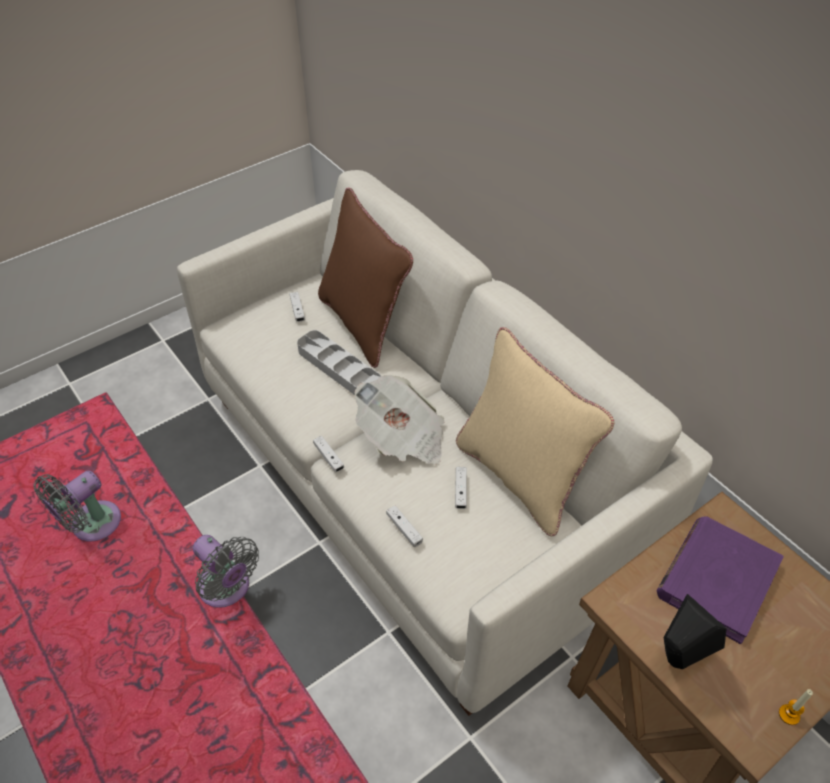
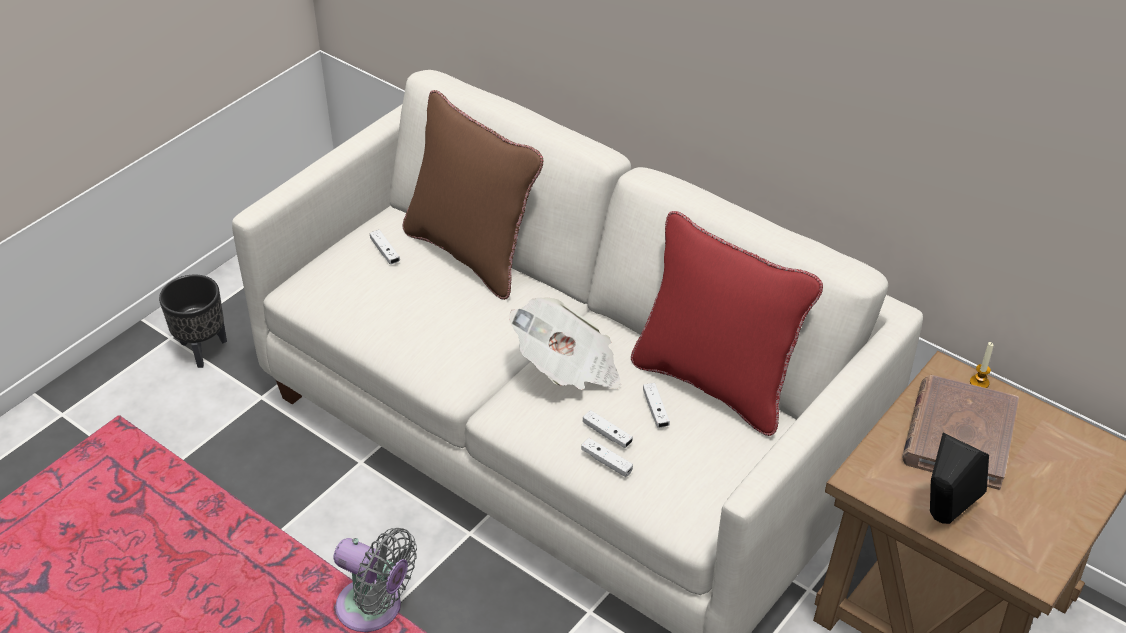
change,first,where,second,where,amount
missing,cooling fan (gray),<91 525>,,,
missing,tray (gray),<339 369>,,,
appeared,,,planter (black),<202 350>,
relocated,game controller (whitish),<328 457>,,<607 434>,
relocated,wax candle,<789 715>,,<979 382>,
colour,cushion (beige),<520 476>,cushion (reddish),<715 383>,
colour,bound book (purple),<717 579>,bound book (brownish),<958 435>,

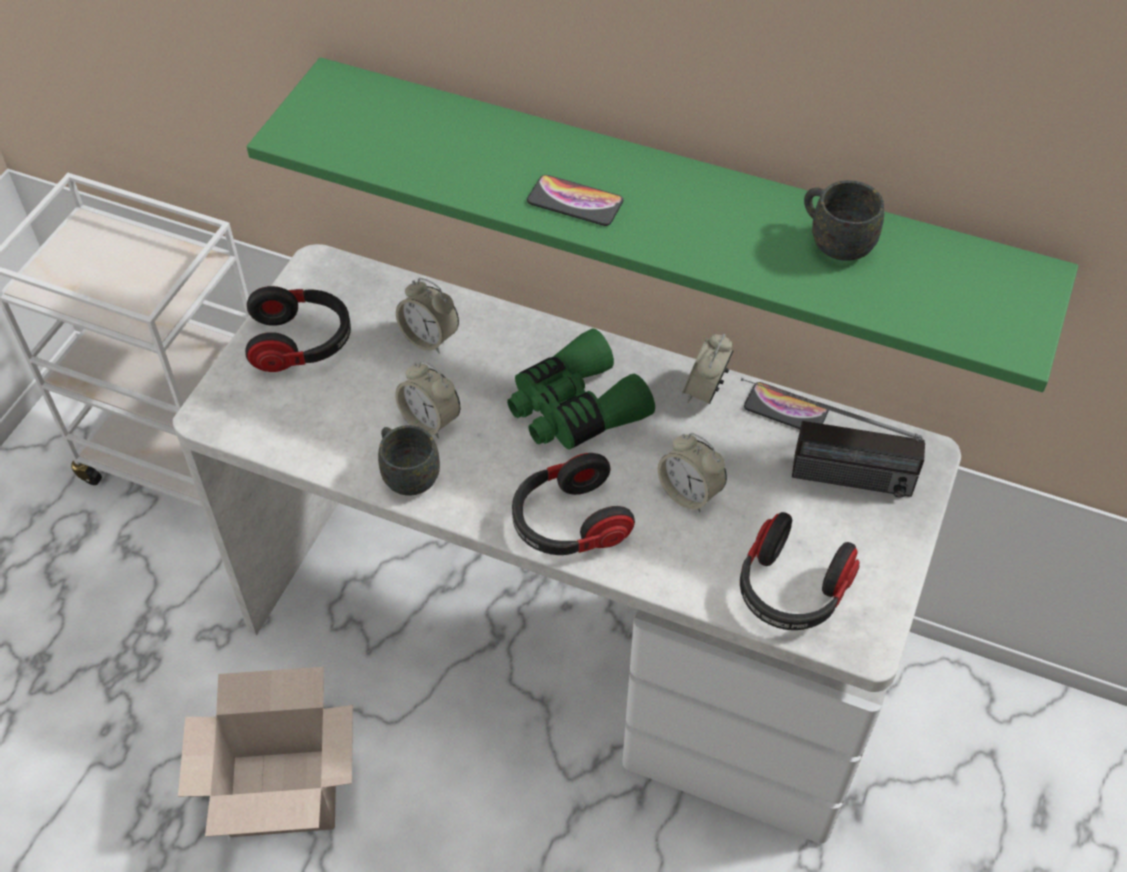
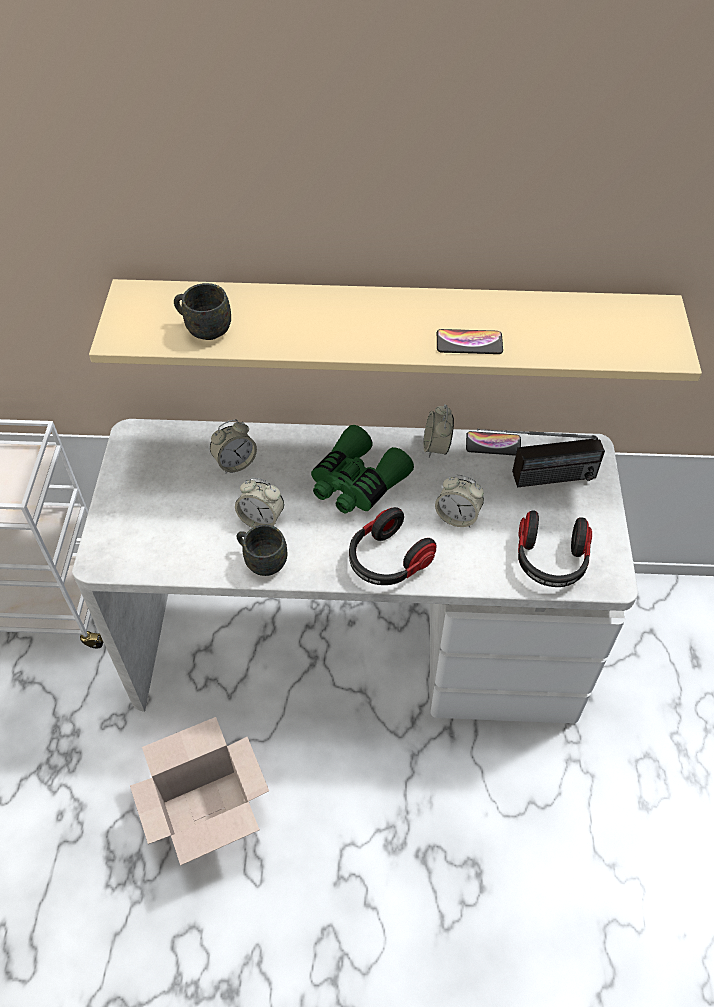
change,first,where,second,where,amount
missing,headphones,<302 343>,,,
relocated,phone,<575 202>,,<469 343>,
relocated,tea mug (gray),<834 241>,,<203 328>,
colour,bracket shelf (greenish),<669 204>,bracket shelf (beige),<393 324>,
spun,table clock,<429 338>,,<235 463>,45 degrees counterclockwise

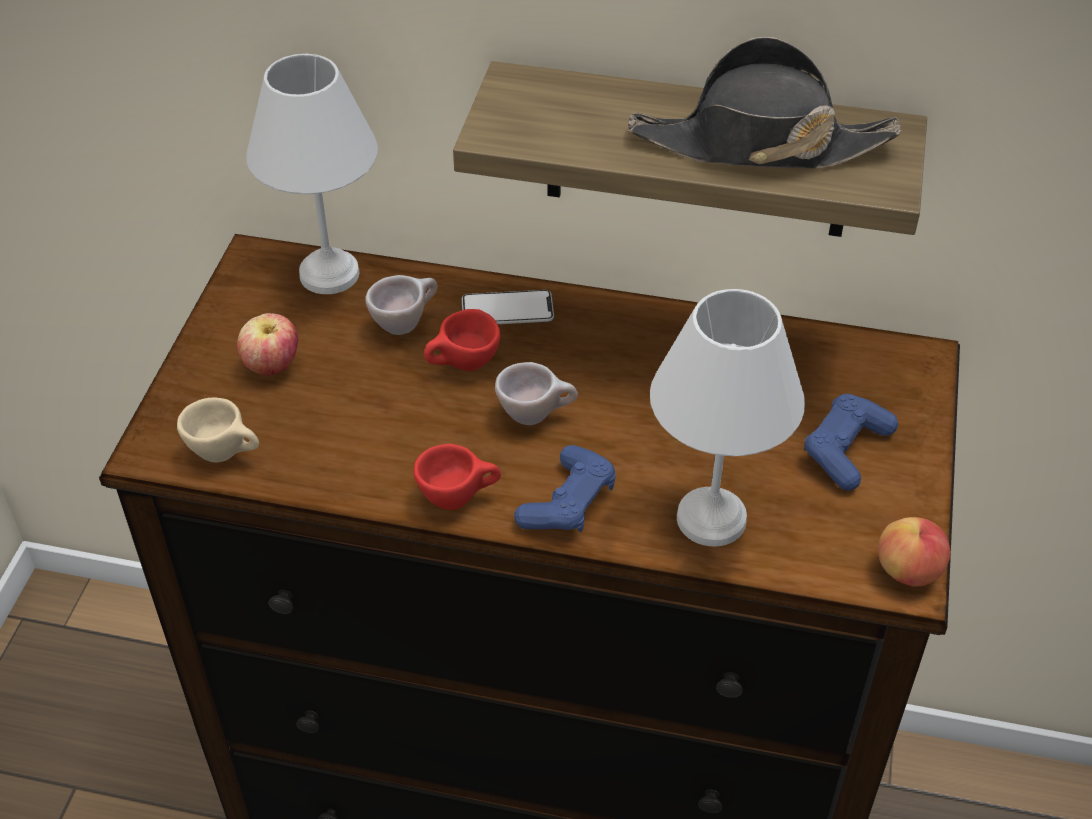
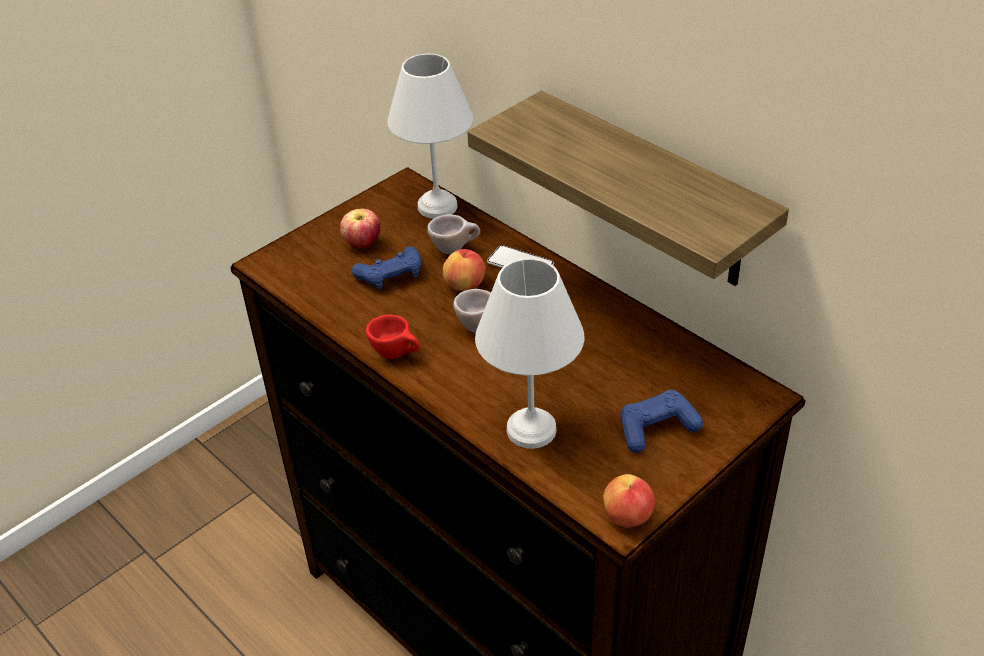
change,first,where,second,where,amount
missing,small cup (beige),<226 453>,,,
missing,clothing hat (black),<759 144>,,,
relocated,game controller (blue),<568 502>,,<391 276>,
exchanged,small cup (reddish),<463 367>,whole apple,<465 285>,

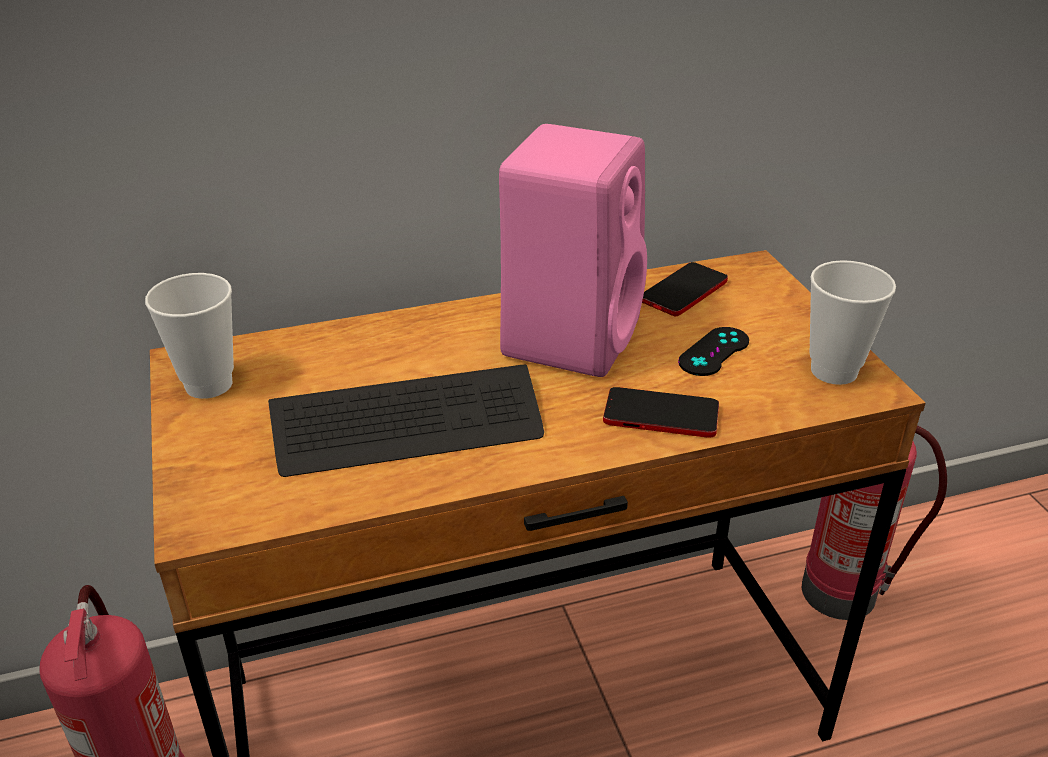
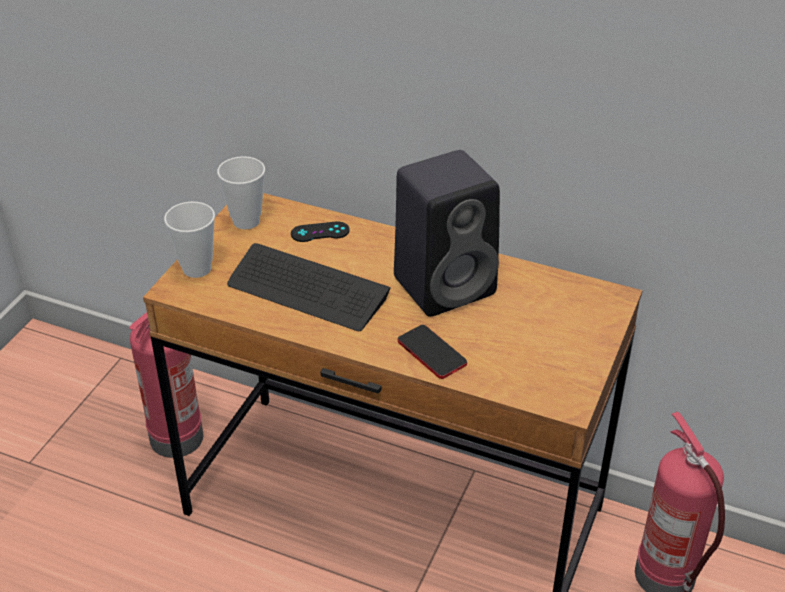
change,first,where,second,where,amount
missing,phone,<684 291>,,,
relocated,game controller (black),<714 352>,,<320 232>,
relocated,small cup,<834 371>,,<197 268>,
colour,speaker (pink),<571 335>,speaker (black),<447 284>,

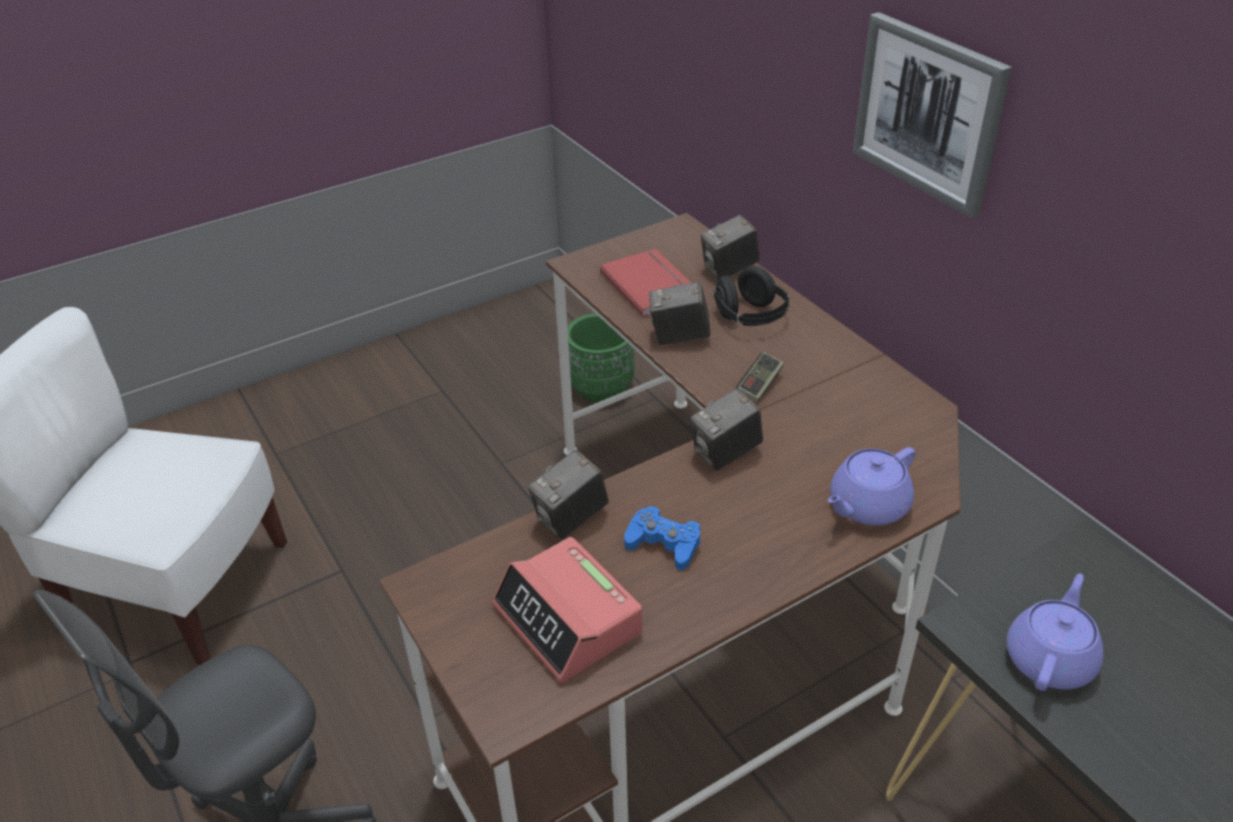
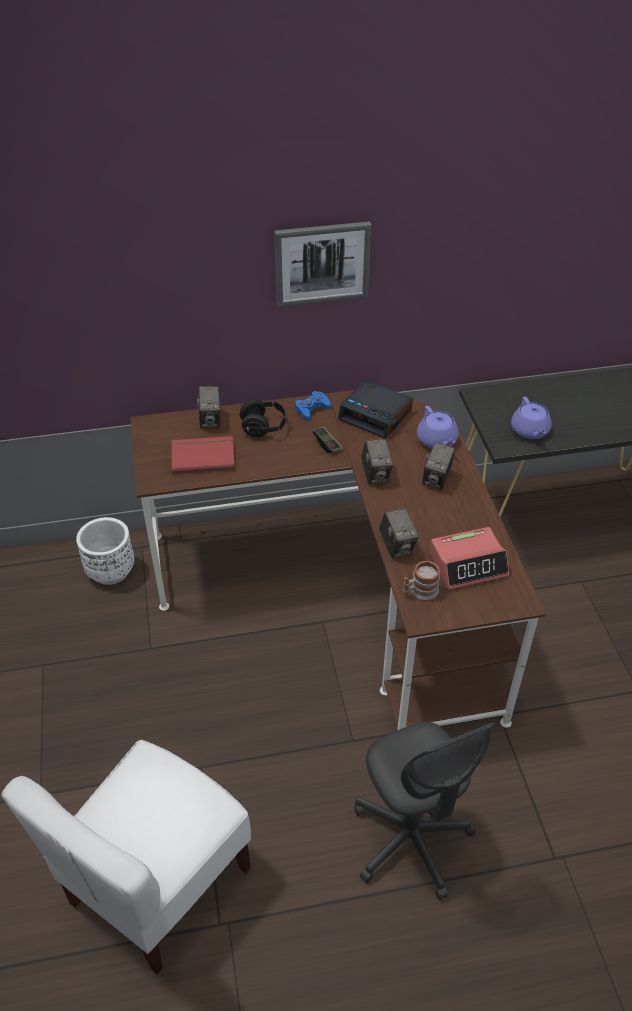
change,first,where,second,where,amount
appeared,,,table clock,<376 415>,
appeared,,,tea mug,<420 591>,
relocated,game controller (blue),<664 544>,,<312 409>,
relocated,photo camera,<679 337>,,<436 479>,
colour,planter (greenish),<601 389>,planter (whitish),<111 571>,
spun,teapot (purple),<1050 659>,,<530 431>,150 degrees counterclockwise

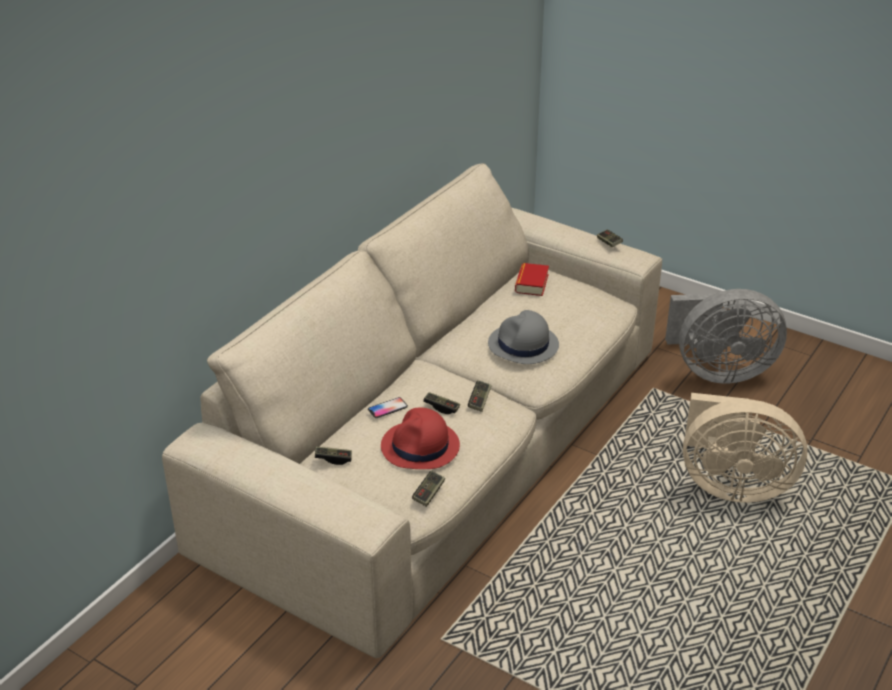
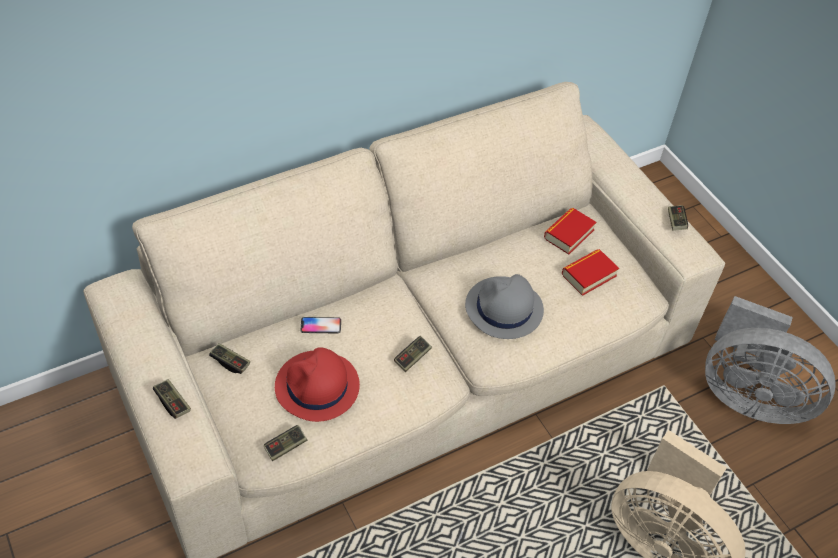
change,first,where,second,where,amount
appeared,,,bound book,<589 275>,
relocated,game controller,<441 407>,,<172 402>,

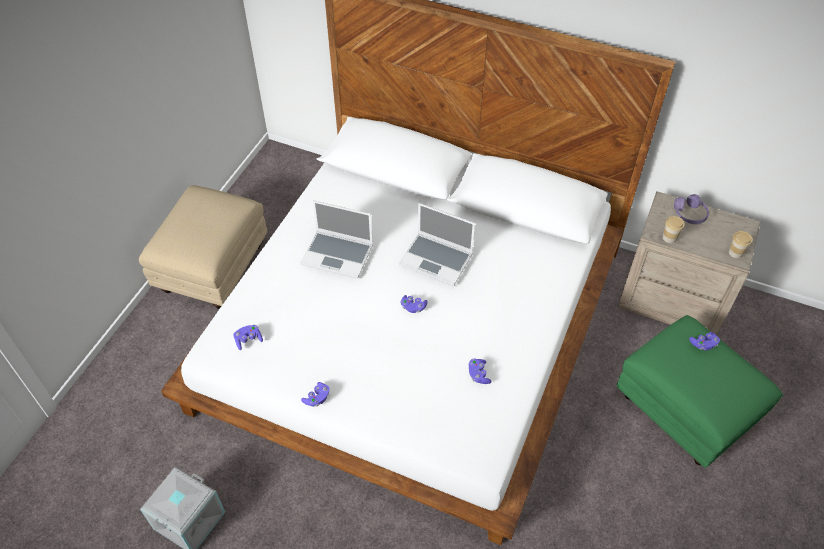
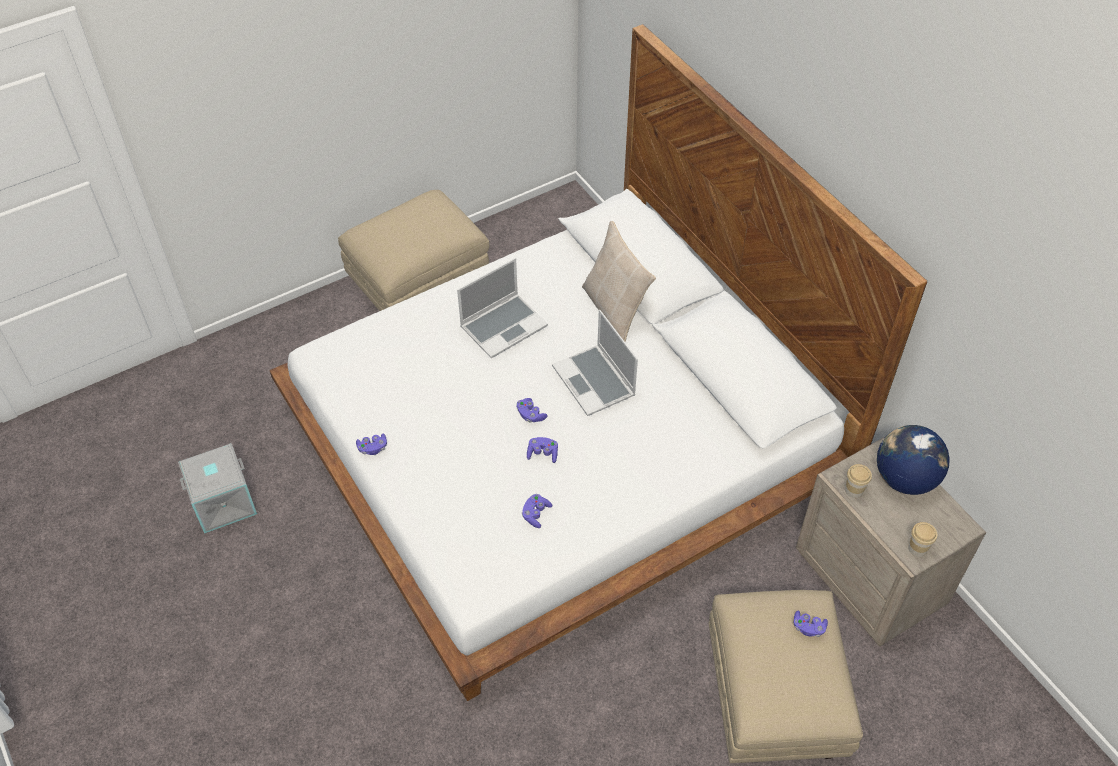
change,first,where,second,where,amount
appeared,,,cushion (beige),<615 310>,
relocated,game controller (purple),<248 340>,,<542 454>,
exchanged,headphones (purple),<689 214>,world globe,<904 479>,
colour,footrest (greenish),<685 411>,footrest (beige),<774 701>,
spun,portable computer,<338 255>,,<504 326>,90 degrees counterclockwise

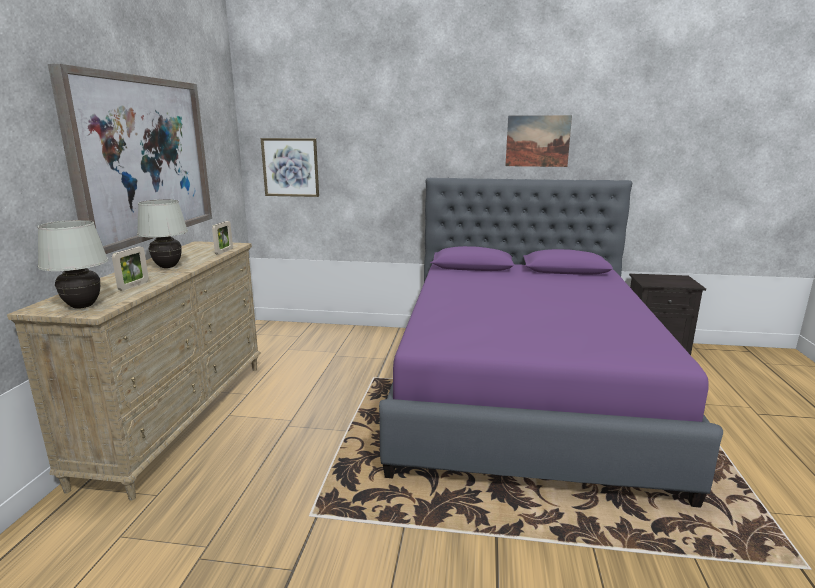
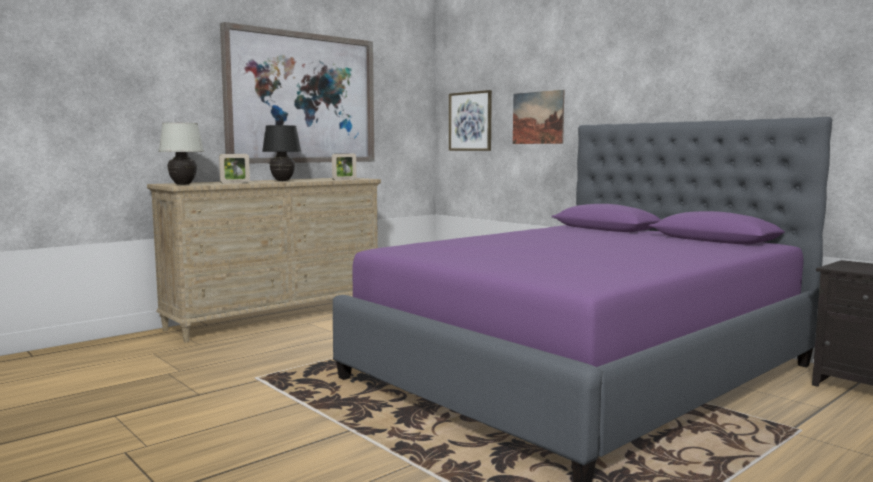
change,first,where,second,where,amount
relocated,picture,<537 141>,,<538 117>,
colour,table lamp (whitish),<168 267>,table lamp (black),<282 181>,

